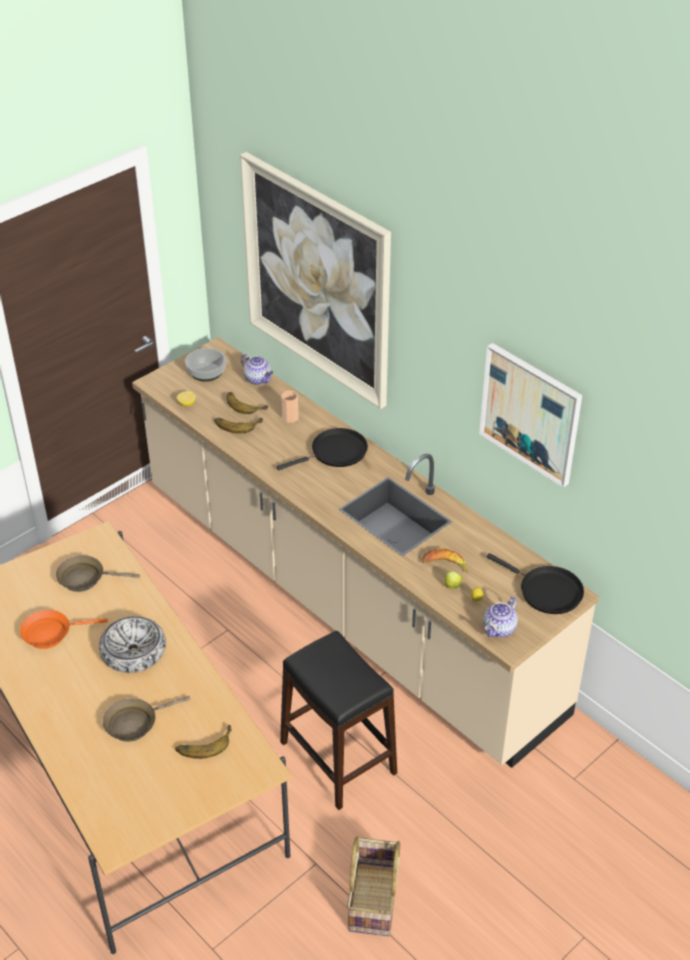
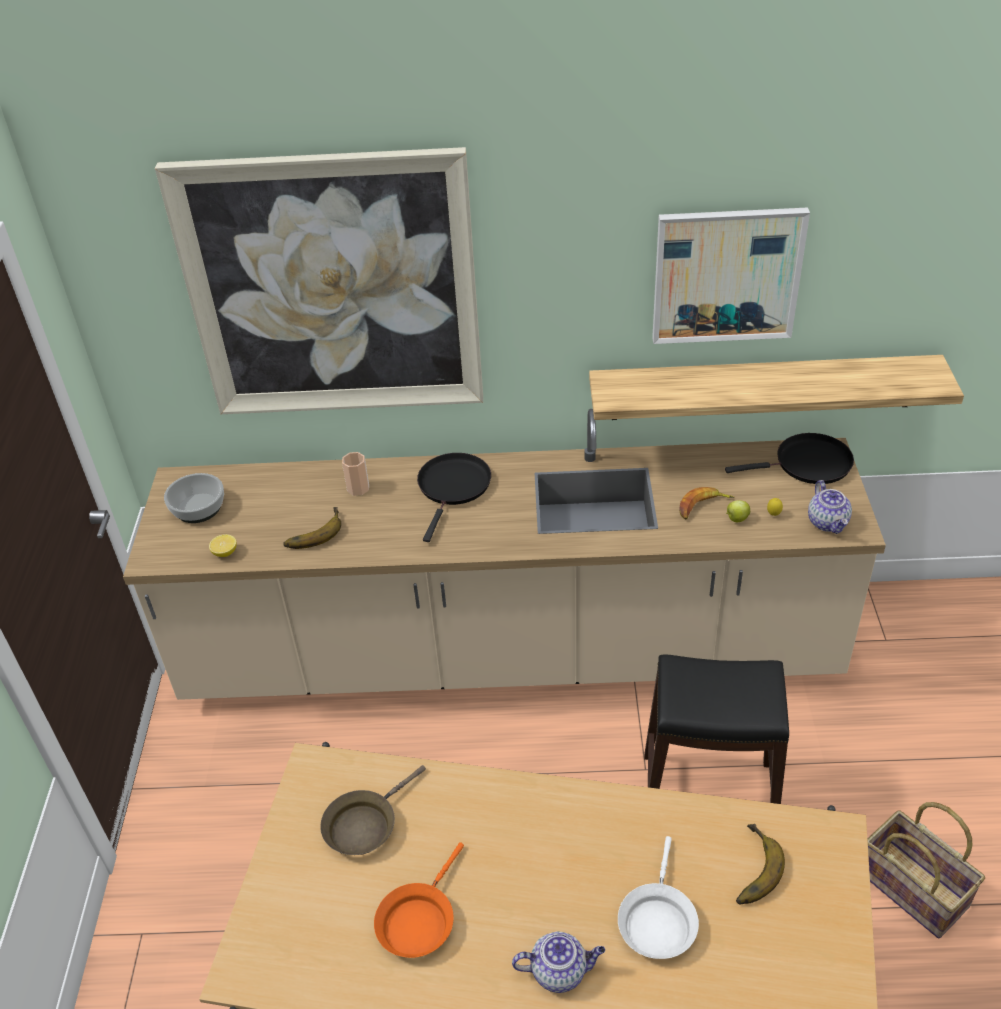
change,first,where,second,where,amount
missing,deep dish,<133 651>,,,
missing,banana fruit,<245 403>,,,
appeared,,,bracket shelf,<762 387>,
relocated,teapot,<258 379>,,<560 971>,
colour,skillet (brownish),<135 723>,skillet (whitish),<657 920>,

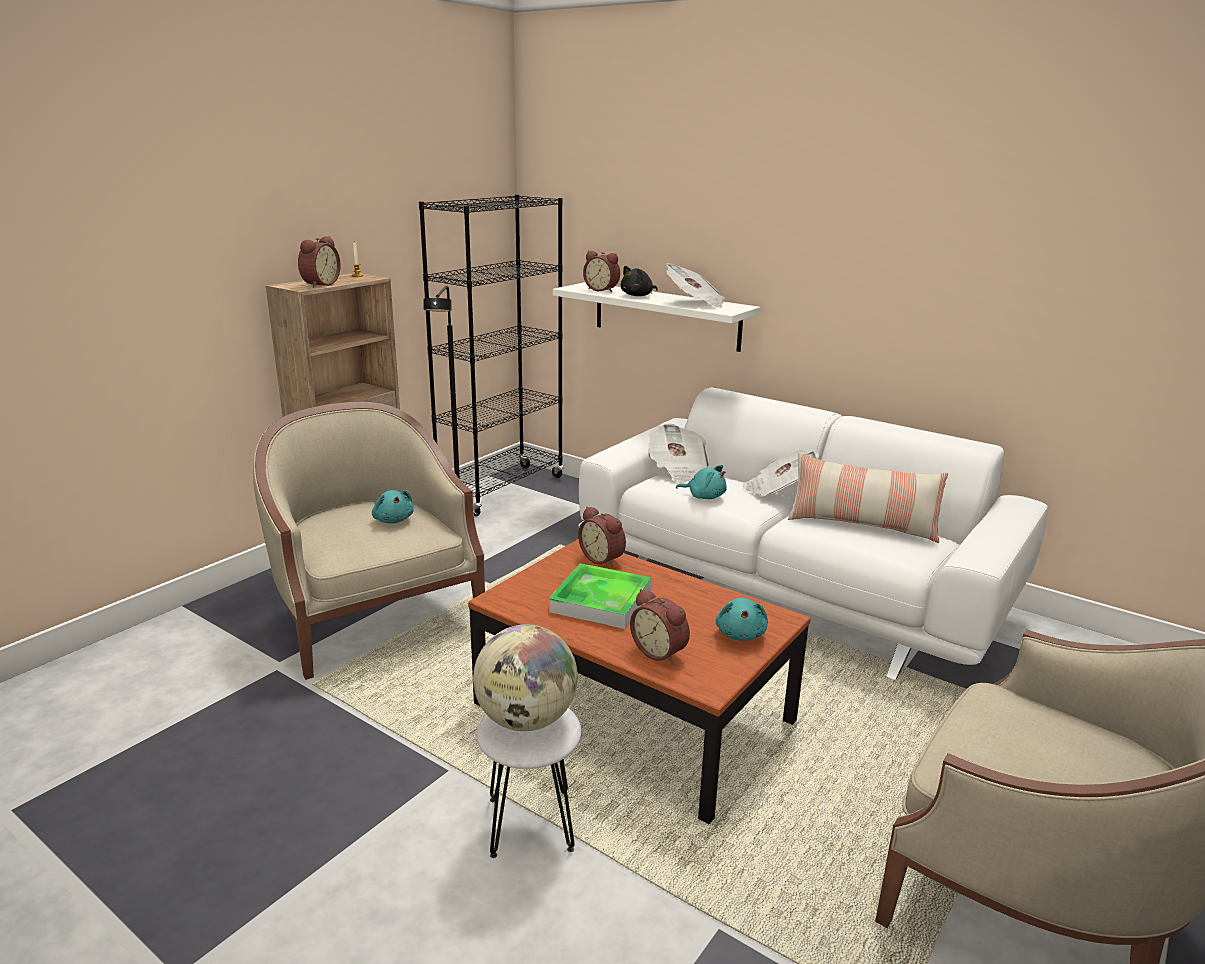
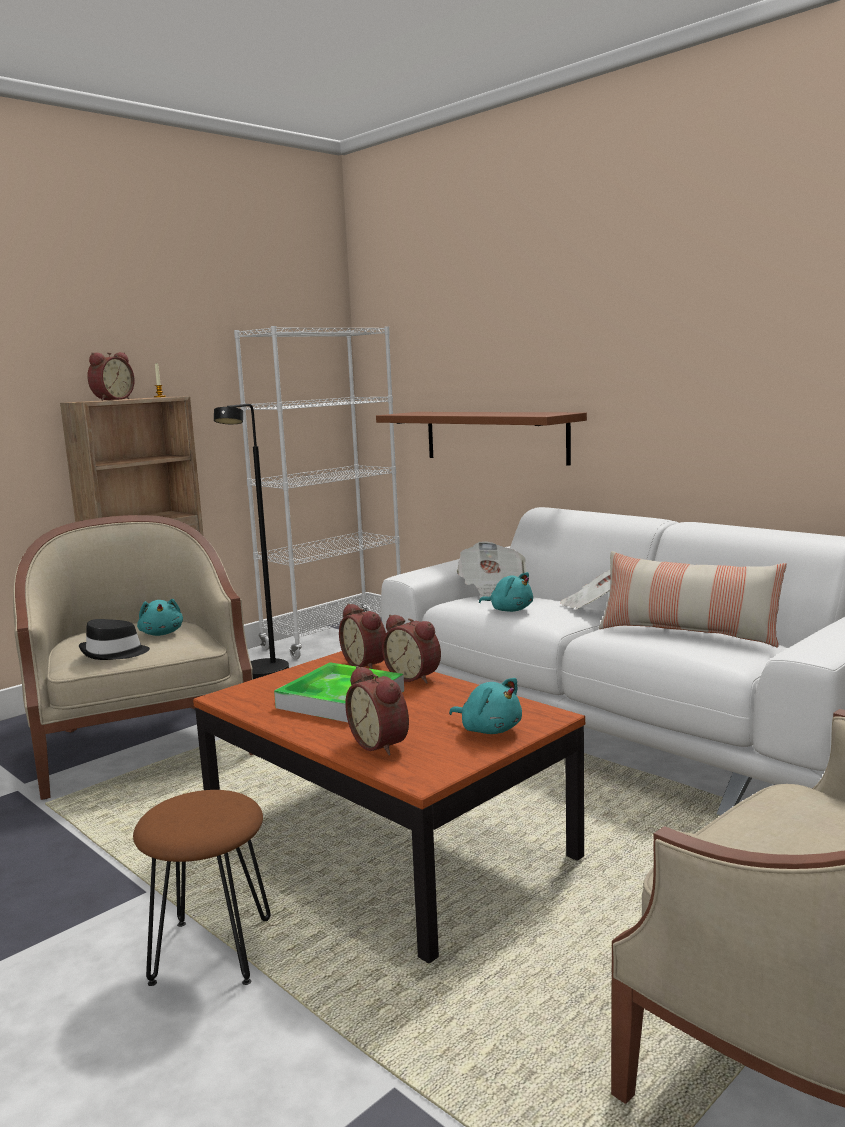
change,first,where,second,where,amount
missing,world globe,<526 720>,,,
missing,plush toy (black),<638 295>,,,
missing,printed paper,<695 303>,,,
appeared,,,clothing hat (black),<114 653>,
relocated,table clock,<602 290>,,<415 676>,
colour,bookshelf (black),<501 490>,bookshelf (whitish),<334 637>,
colour,stool seat (whitish),<530 822>,stool seat (brownish),<212 950>,
colour,bracket shelf (whitish),<666 316>,bracket shelf (brownish),<495 436>,
spun,plush toy (turquoise-coloured),<740 634>,,<489 729>,60 degrees counterclockwise

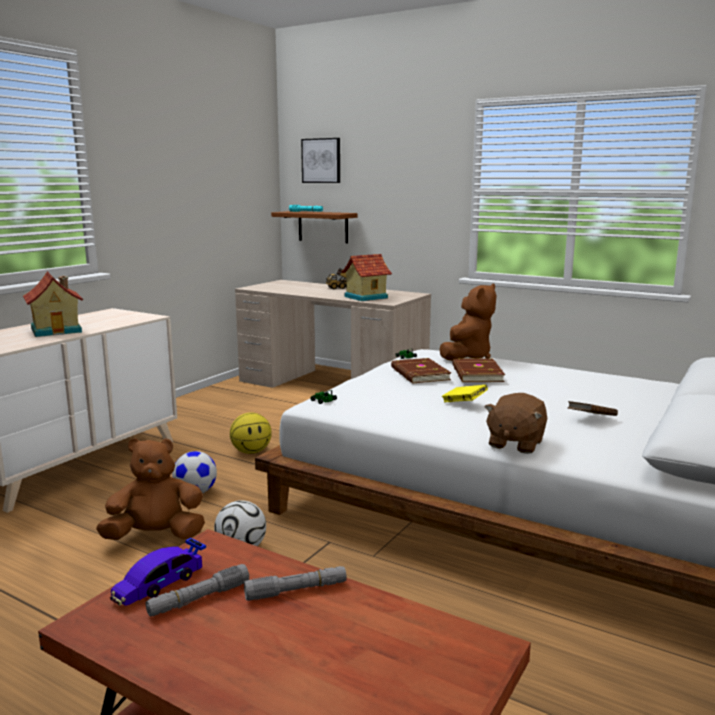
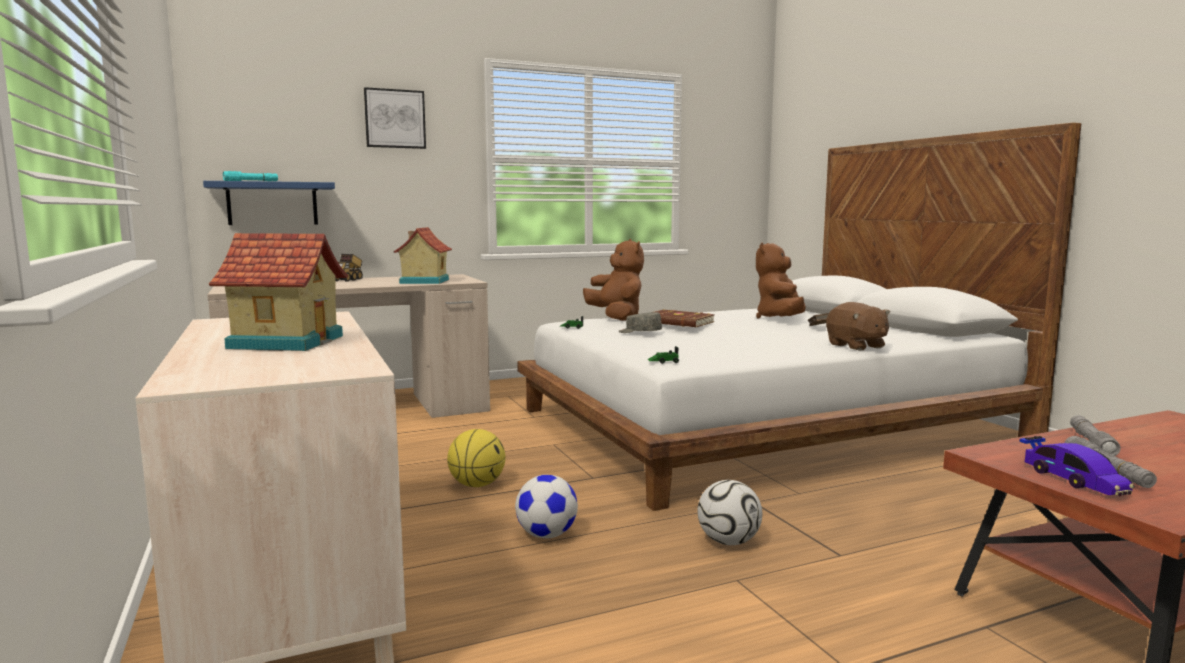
change,first,where,second,where,amount
missing,bound book (yellow-coloured),<464 403>,,,
relocated,plush toy (brownish),<156 536>,,<780 319>,
relocated,picture,<321 160>,,<395 119>,
exchanged,bound book (brownish),<419 374>,cap (gray),<639 332>,
colour,bracket shelf (brownish),<323 227>,bracket shelf (blue),<272 203>,

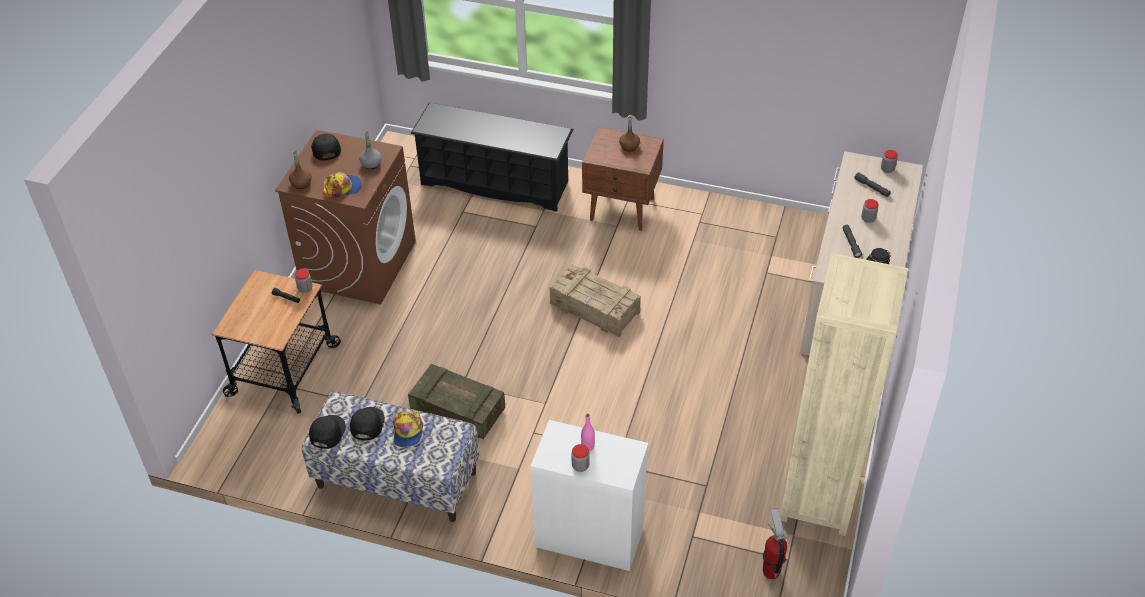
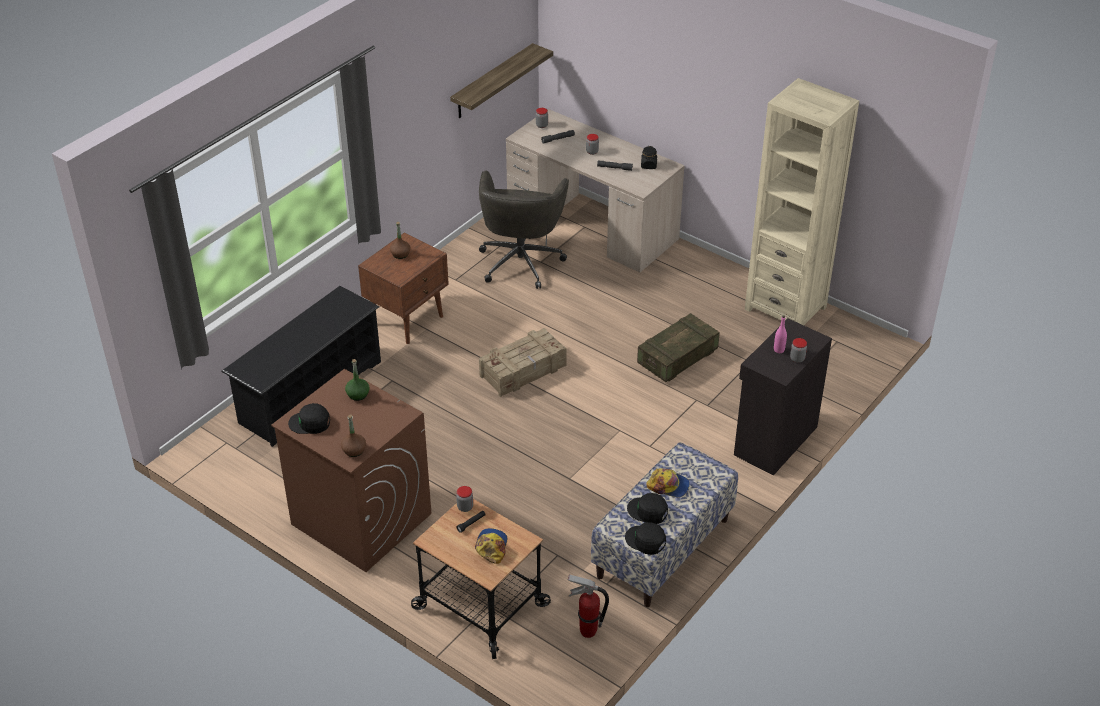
change,first,where,second,where,amount
appeared,,,bracket shelf,<492 82>,
appeared,,,desk chair (gray),<521 261>,
relocated,cap,<342 187>,,<491 547>,
relocated,packing crate,<458 411>,,<677 358>,
relocated,fire-fighting cylinder,<771 571>,,<587 631>,
colour,beverage bottle (gray),<371 164>,beverage bottle (greenish),<358 394>,
colour,cabinet (whitish),<589 535>,cabinet (black),<774 440>,

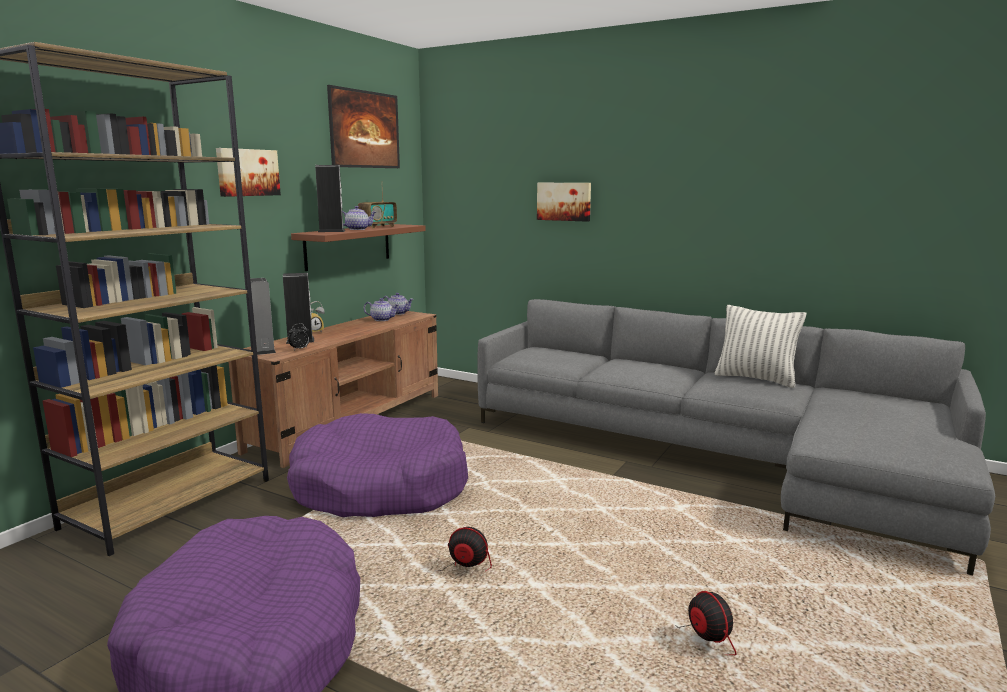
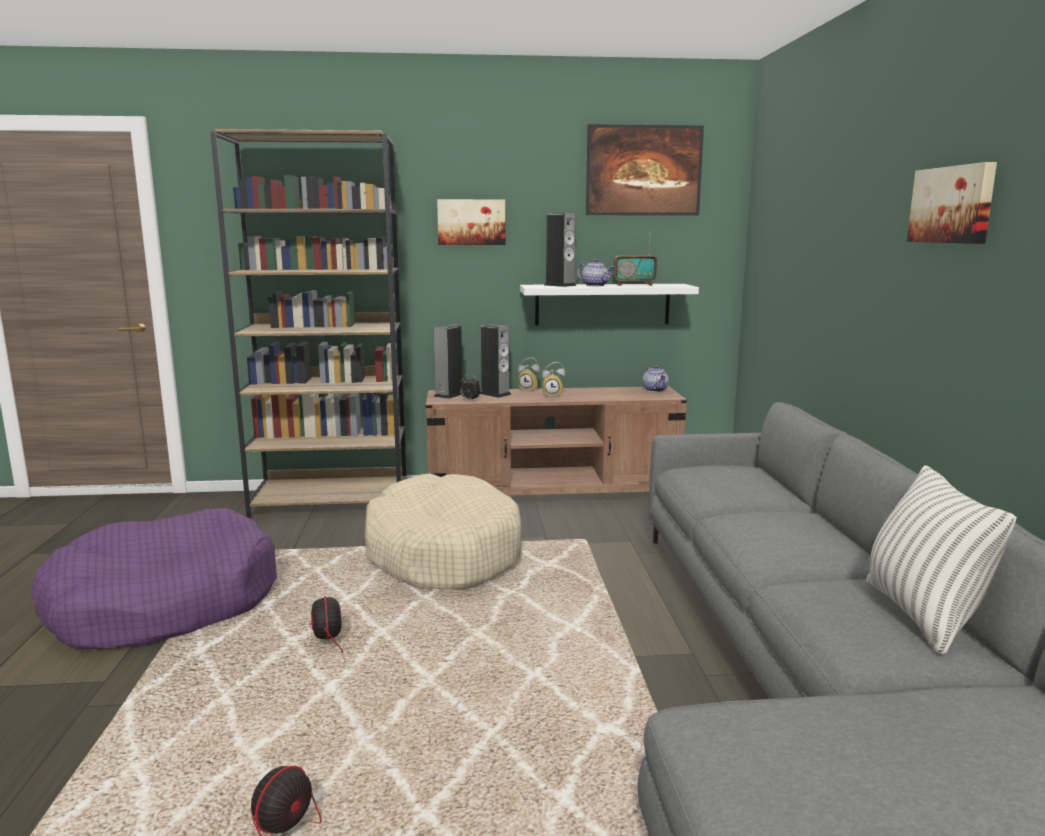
change,first,where,second,where,amount
missing,teapot,<382 319>,,,
appeared,,,table clock,<553 395>,
relocated,picture,<564 201>,,<953 205>,
colour,pet bed (purple),<380 487>,pet bed (beige),<443 553>,
colour,bracket shelf (brownish),<348 246>,bracket shelf (whitish),<602 304>,

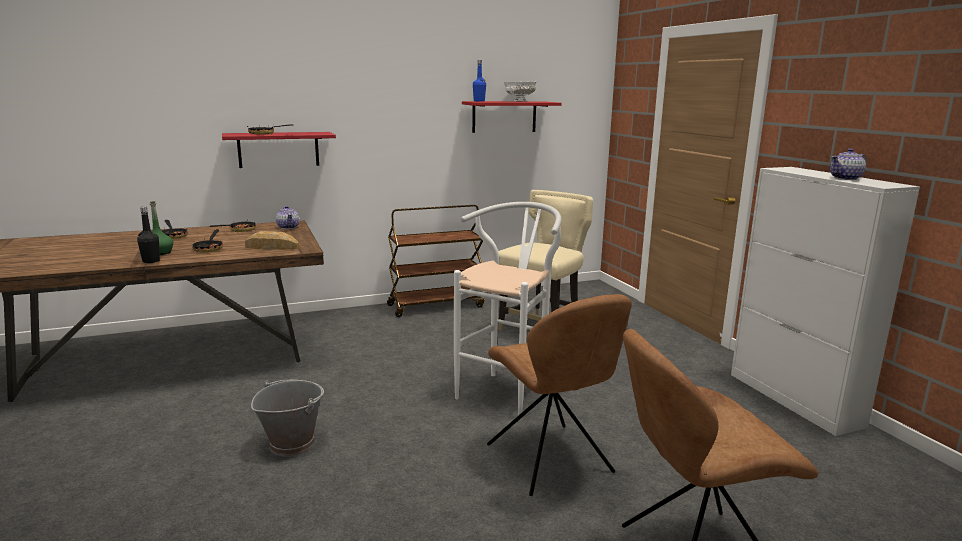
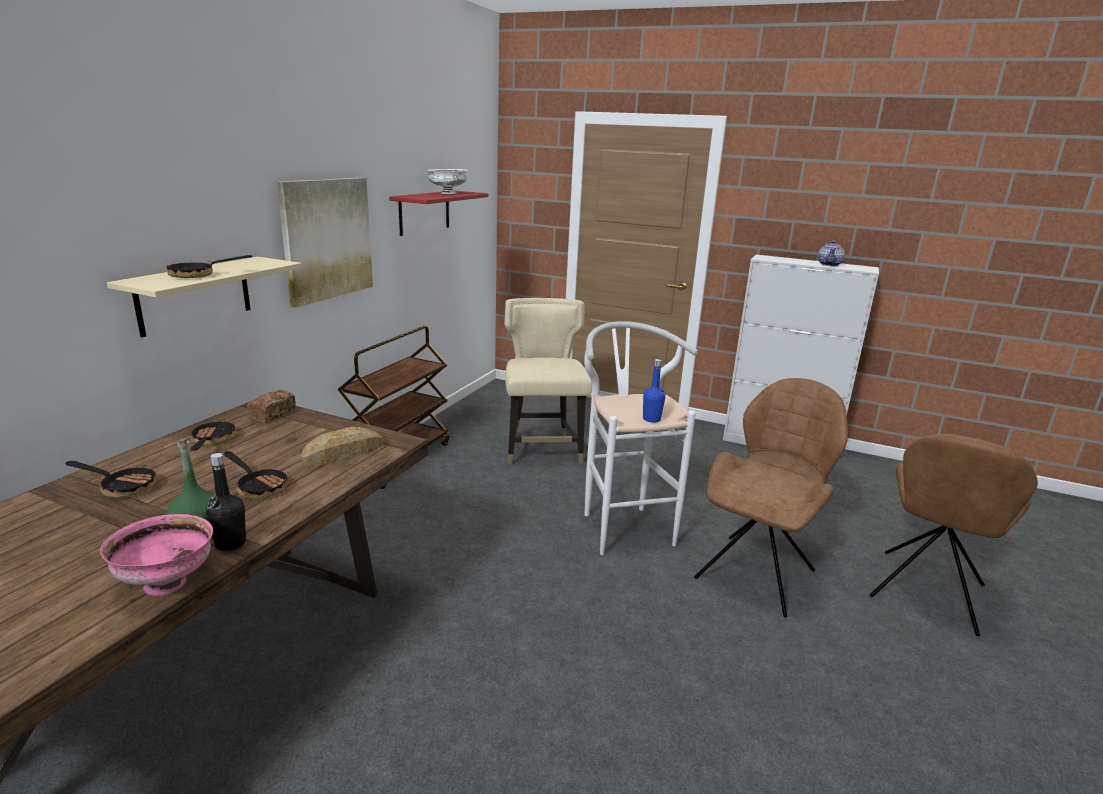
change,first,where,second,where,amount
missing,bucket (gray),<292 443>,,,
appeared,,,deep dish (pink),<167 583>,
appeared,,,picture,<327 239>,
relocated,beverage bottle (blue),<479 101>,,<651 419>,
exchanged,teapot,<288 227>,bread,<273 415>,
colour,bracket shelf (reddish),<278 149>,bracket shelf (beige),<195 295>,
spun,plain chair (brownish),<551 461>,,<757 572>,75 degrees counterclockwise

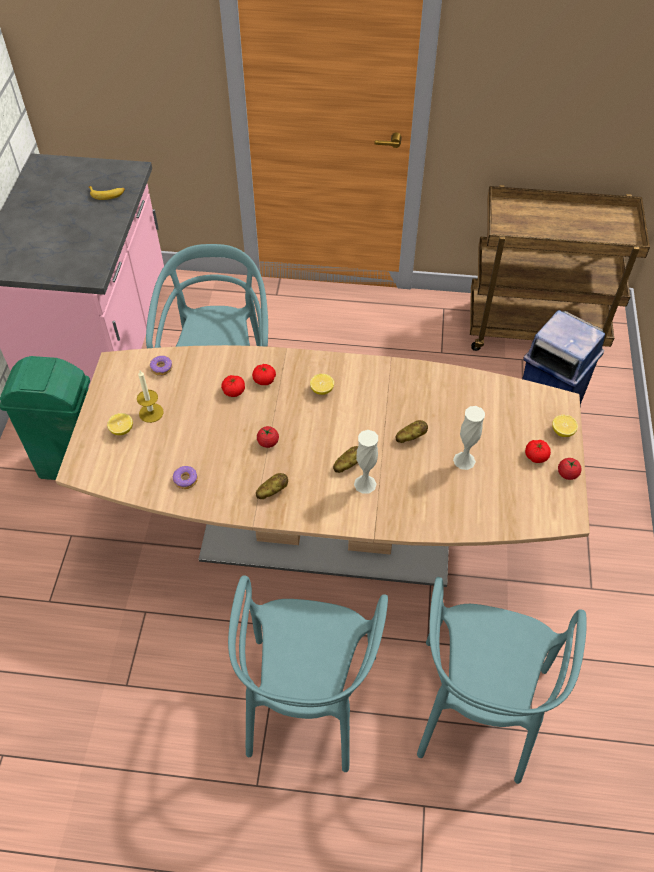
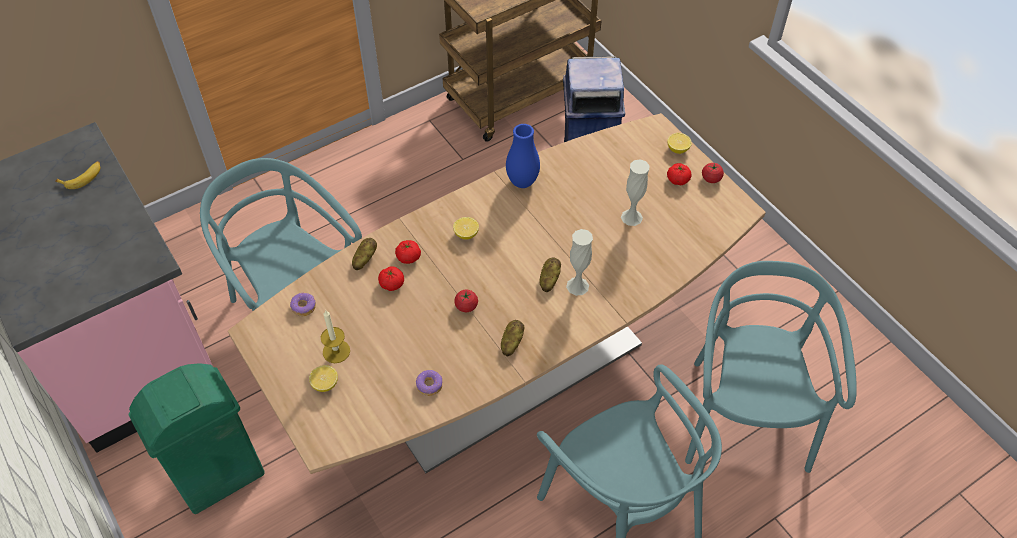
change,first,where,second,where,amount
appeared,,,flower vase (blue),<522 182>,
relocated,whole potato,<410 437>,,<364 259>,
spun,plain chair (turquoise-coloured),<477 707>,,<744 417>,150 degrees counterclockwise

